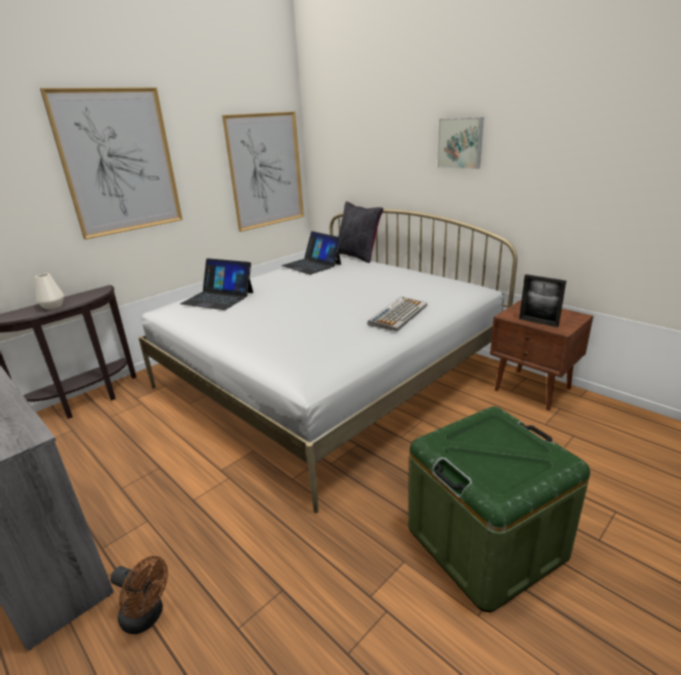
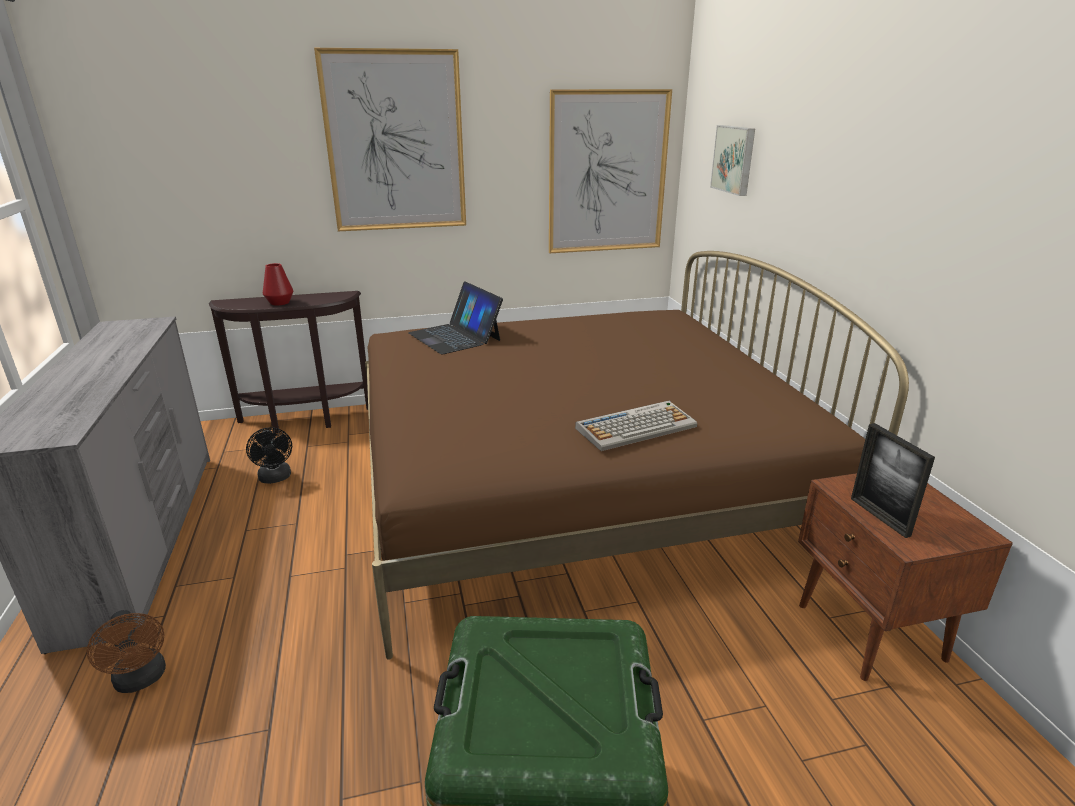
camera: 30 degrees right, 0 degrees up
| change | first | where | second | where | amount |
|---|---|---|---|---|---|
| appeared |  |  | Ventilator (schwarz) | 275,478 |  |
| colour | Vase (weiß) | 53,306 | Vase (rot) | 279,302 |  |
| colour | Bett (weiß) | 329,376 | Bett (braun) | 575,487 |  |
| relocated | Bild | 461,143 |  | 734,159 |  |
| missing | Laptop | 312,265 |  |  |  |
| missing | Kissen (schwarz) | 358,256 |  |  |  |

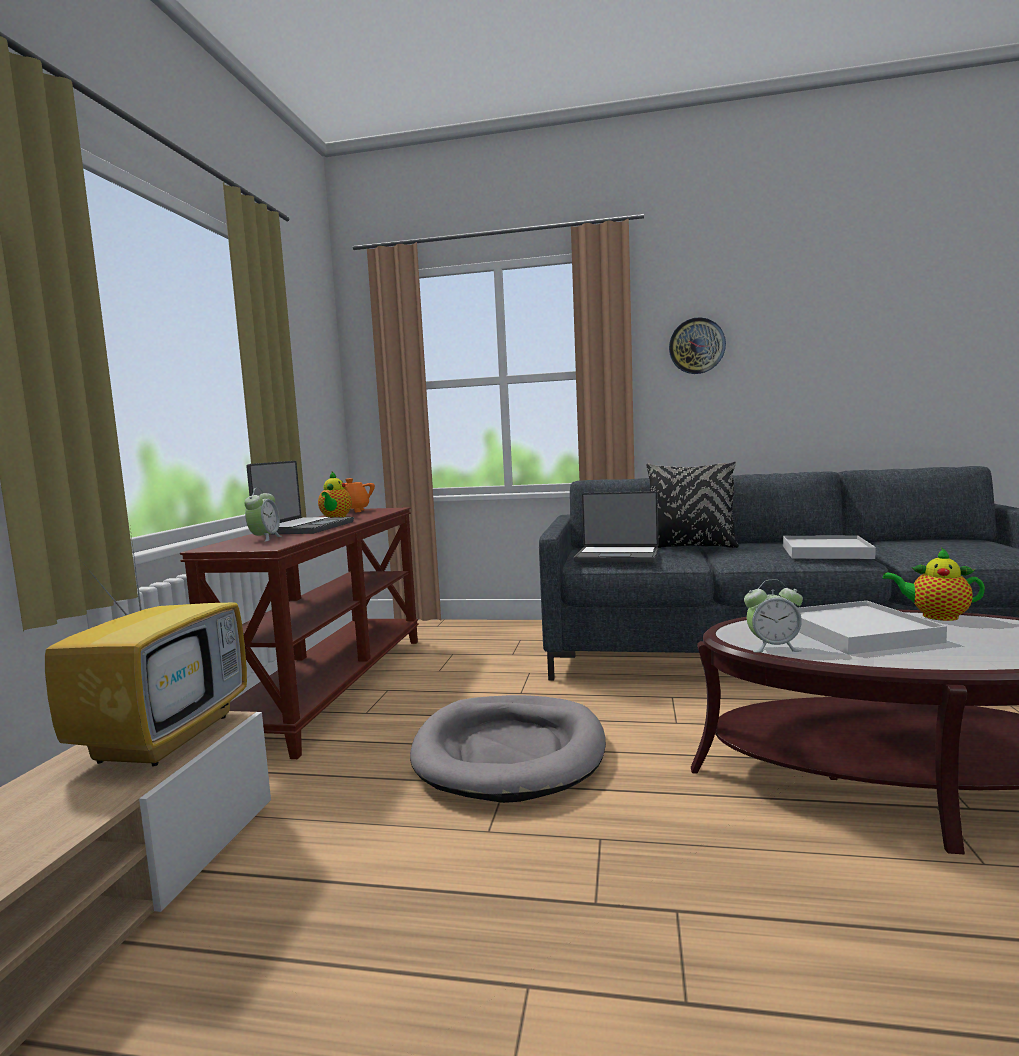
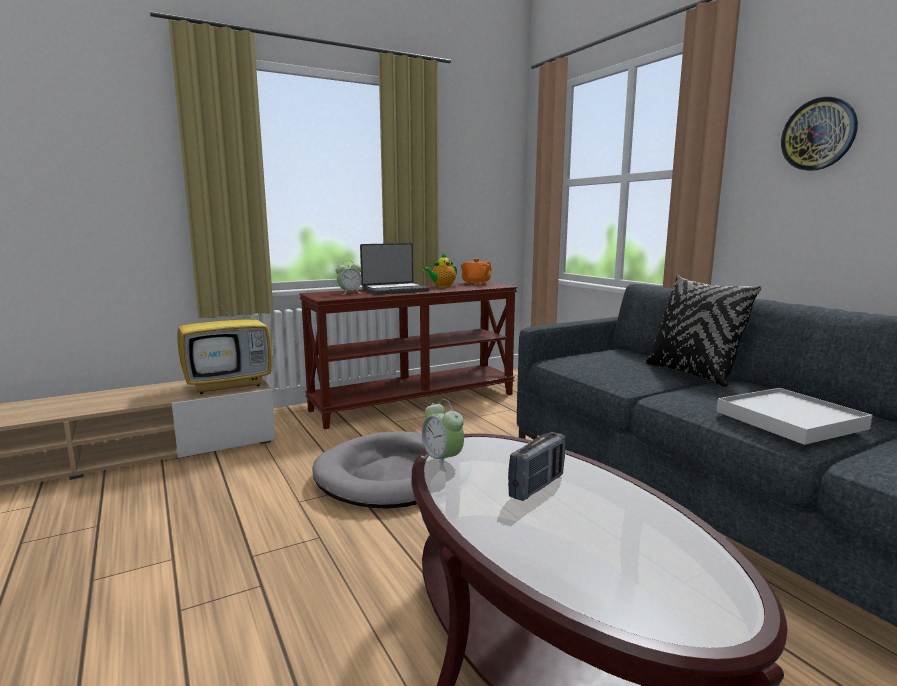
camera: 50 degrees right, 5 degrees up
| change | first | where | second | where | amount |
|---|---|---|---|---|---|
| exchanged | Tablett (weiß) | 857,633 | Radio | 537,486 |  |
| missing | Laptop | 617,556 |  |  |  |
| missing | Teekanne | 935,616 |  |  |  |

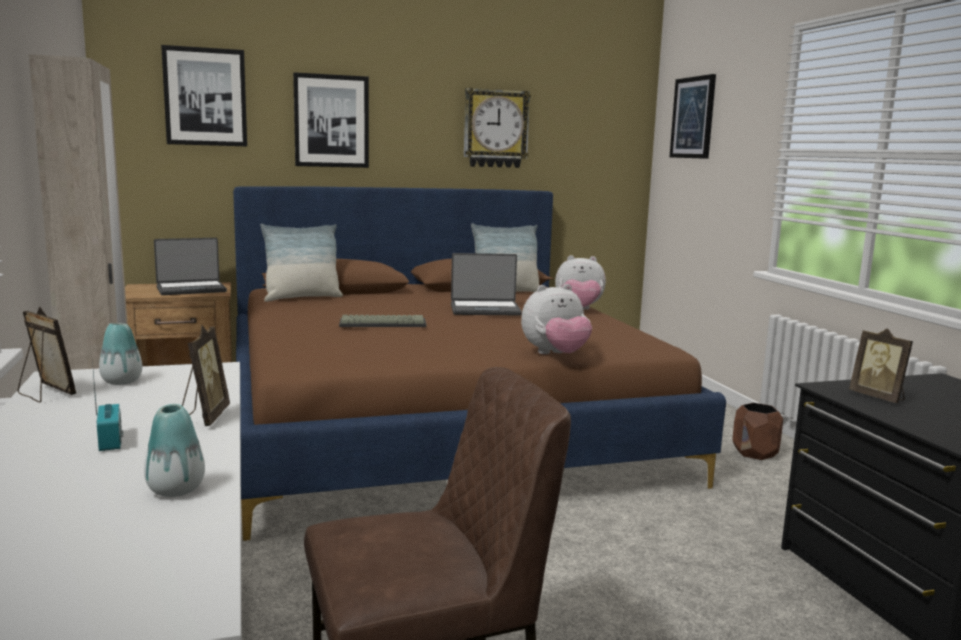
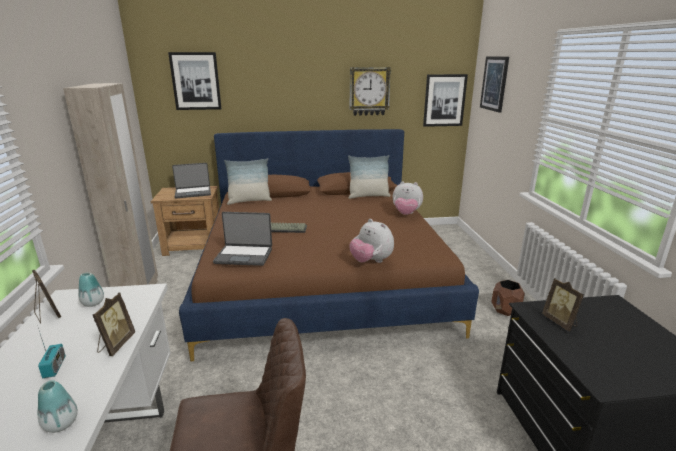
camera: 10 degrees right, 10 degrees up
| change | first | where | second | where | amount |
|---|---|---|---|---|---|
| relocated | Laptop | 485,309 |  | 244,255 |  |
| spun | Plüschtier | 555,355 |  | 371,261 | 60 degrees clockwise |
| relocated | Bild | 331,121 |  | 444,100 |  |

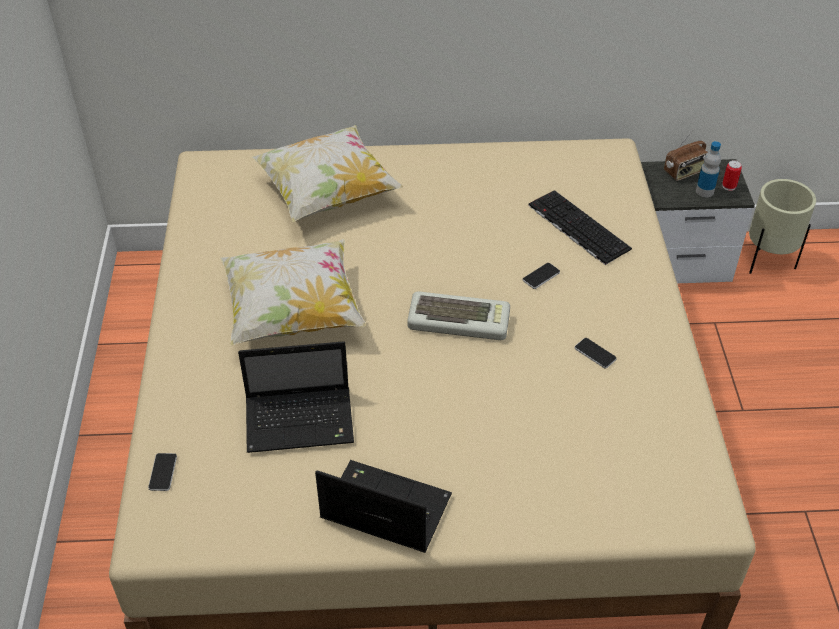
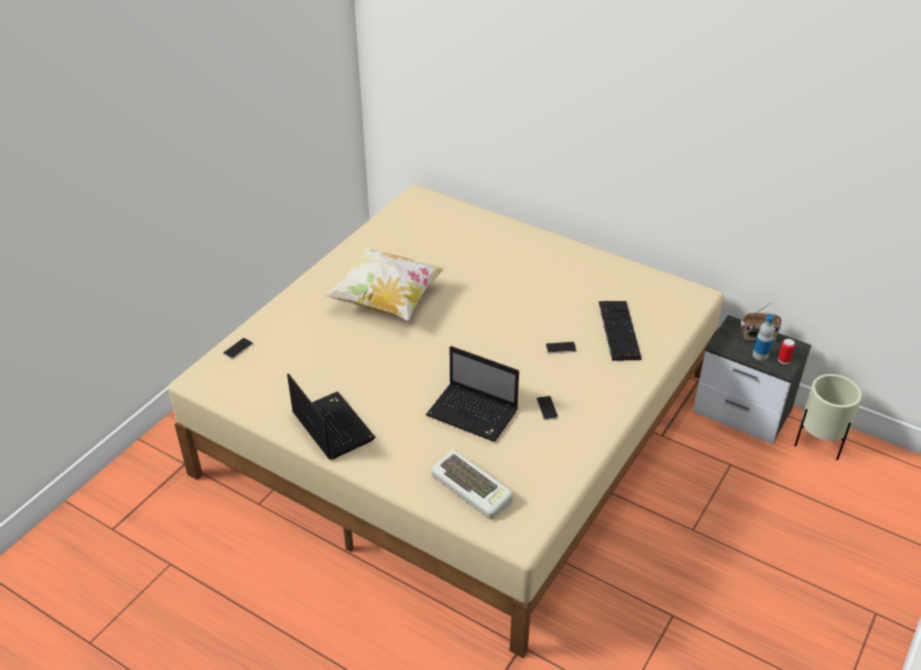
camera: 35 degrees right, 5 degrees down
| change | first | where | second | where | amount |
|---|---|---|---|---|---|
| relocated | Laptop | 302,421 |  | 474,414 |  |
| relocated | Tastatur | 460,320 |  | 473,488 |  |
| missing | Kissen | 327,194 |  |  |  |

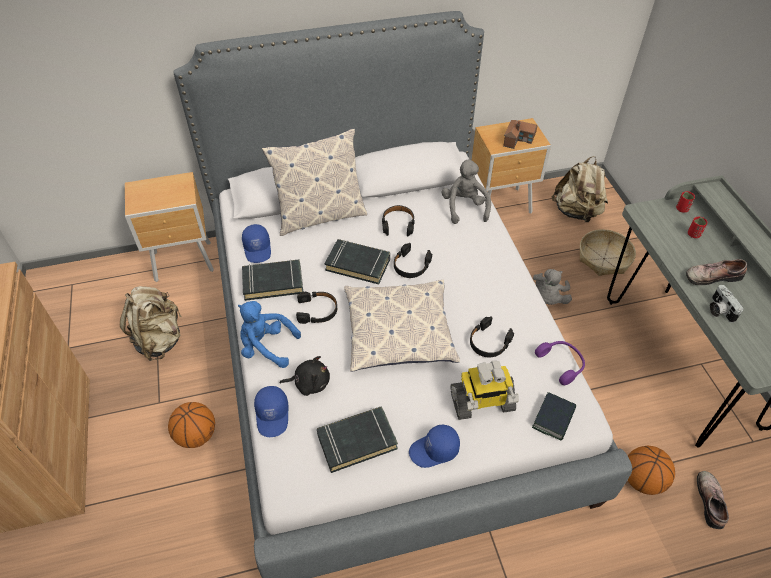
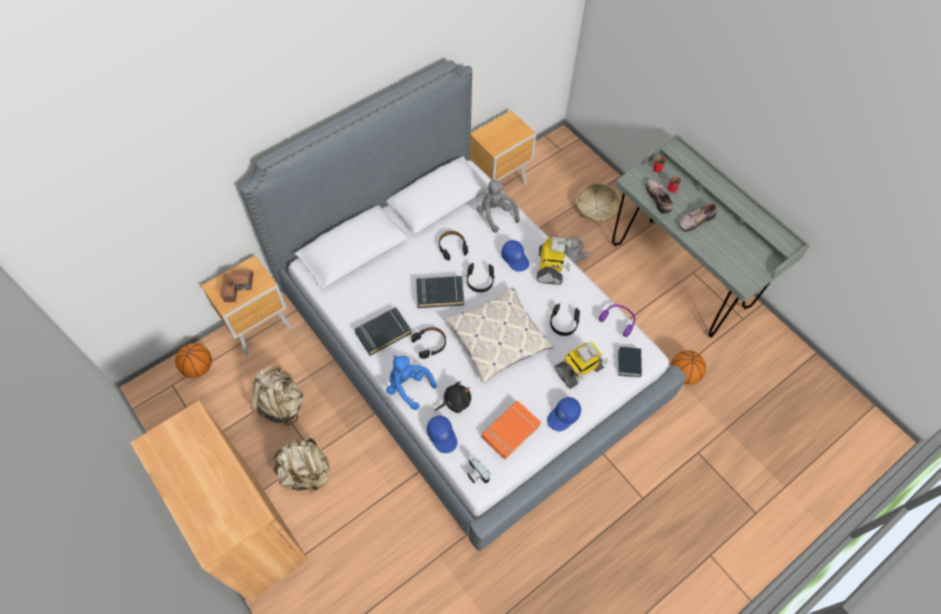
camera: 25 degrees left, 10 degrees up
| change | first | where | second | where | amount |
|---|---|---|---|---|---|
| relocated | Basketball | 196,435 |  | 198,367 |  |
| relocated | Spielzeughaus | 519,139 |  | 238,287 |  |
| relocated | Rucksack (beige) | 576,212 |  | 306,473 |  |
| spun | Plüschtier (blau) | 266,347 |  | 408,386 | 45 degrees clockwise |
| relocated | Kamera | 719,310 |  | 475,473 |  |
| colour | Buch (schwarz) | 356,441 | Buch (orange) | 510,431 |  |
| relocated | Kappe (blau) | 258,249 |  | 515,258 |  |
| appeared |  |  | Spielzeugroboter | 551,268 |  |
| relocated | Schuh | 711,502 |  | 659,198 |  |
| missing | Kissen | 320,215 |  |  |  |

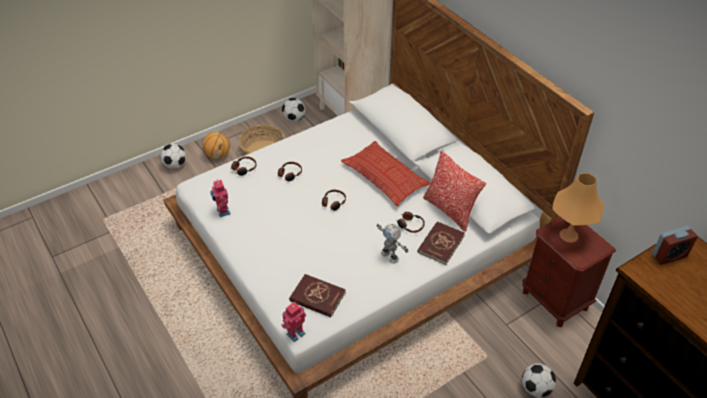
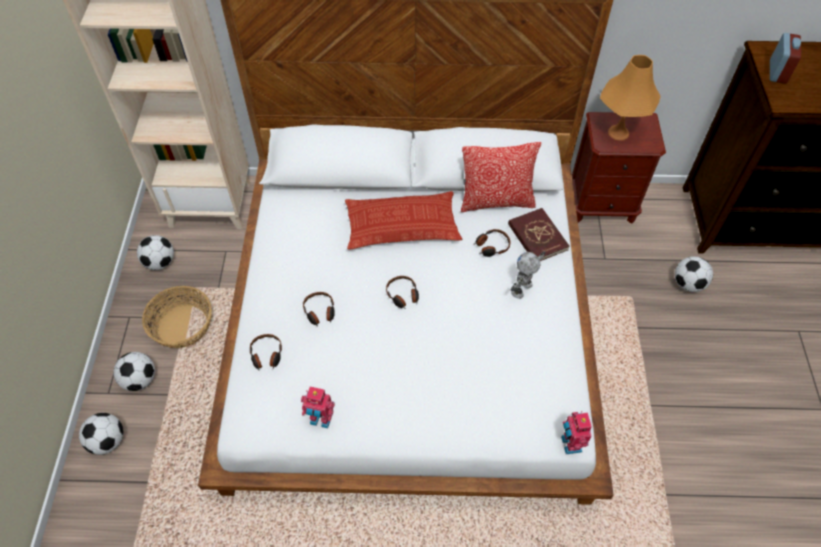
camera: 55 degrees left, 10 degrees up
| change | first | where | second | where | amount |
|---|---|---|---|---|---|
| exchanged | Basketball | 218,155 | Fußball | 140,379 |  |
| spun | Spielzeugroboter | 390,256 |  | 522,289 | 135 degrees clockwise |
| missing | Buch (rot) | 317,297 |  |  |  |

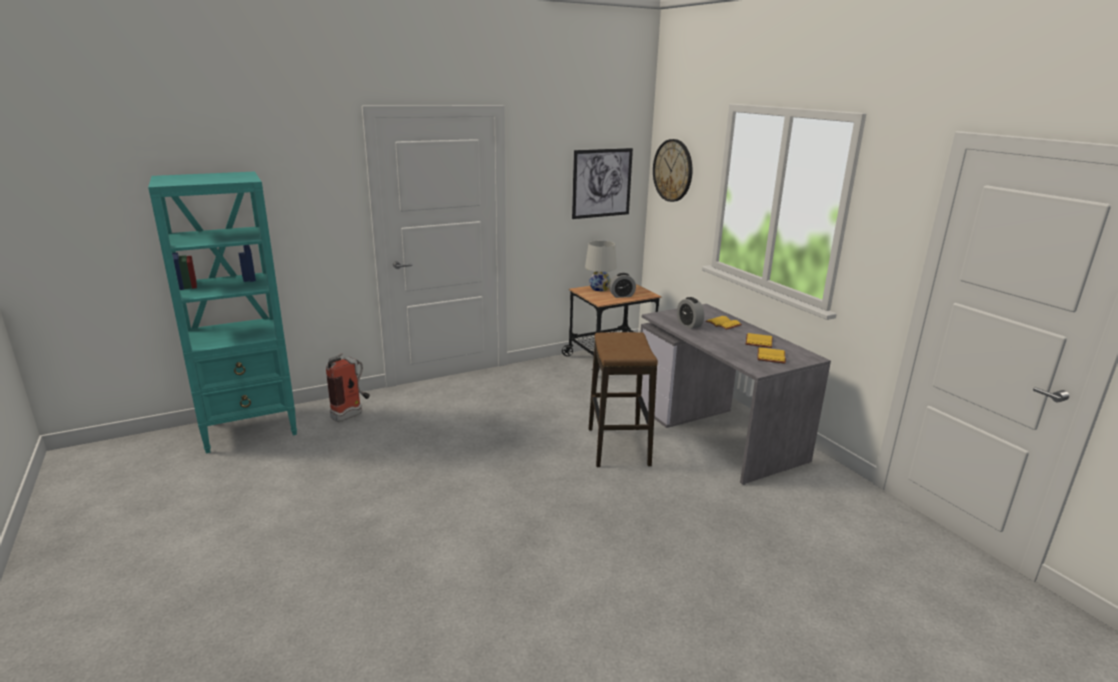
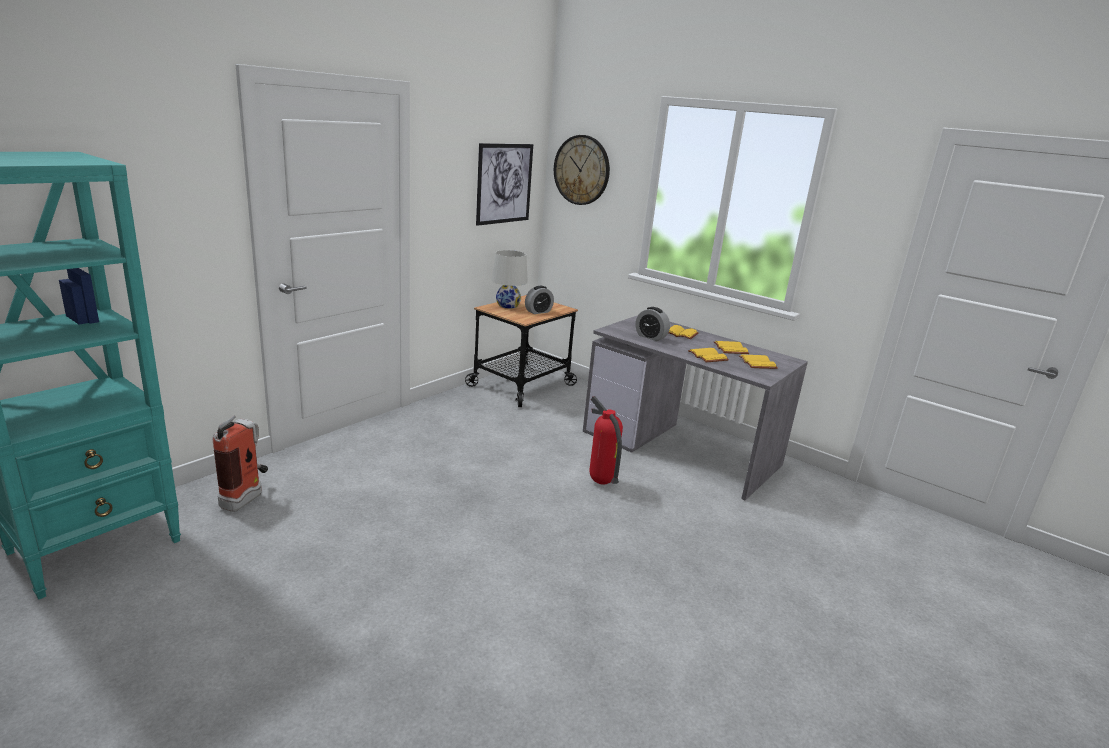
camera: 25 degrees left, 0 degrees up
| change | first | where | second | where | amount |
|---|---|---|---|---|---|
| exchanged | Hocker | 618,447 | Feuerlöscher | 600,482 |  |
| appeared |  |  | Buch (gelb) | 706,356 |  |

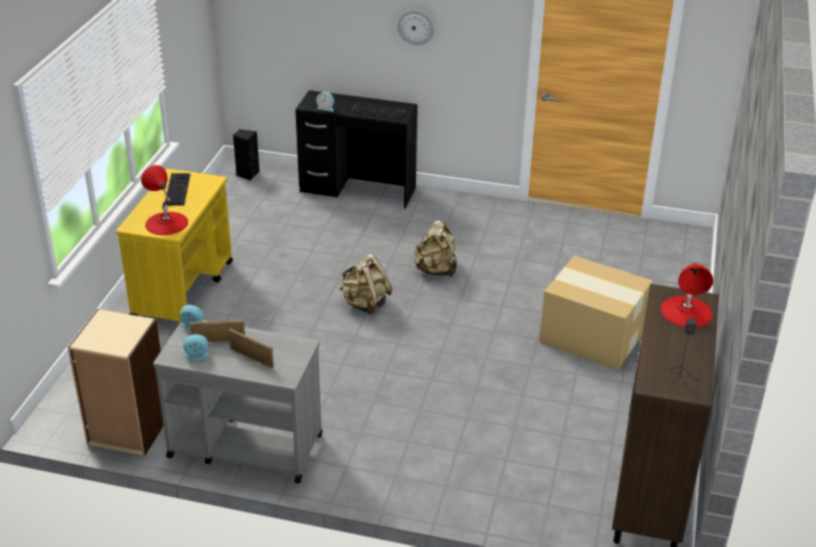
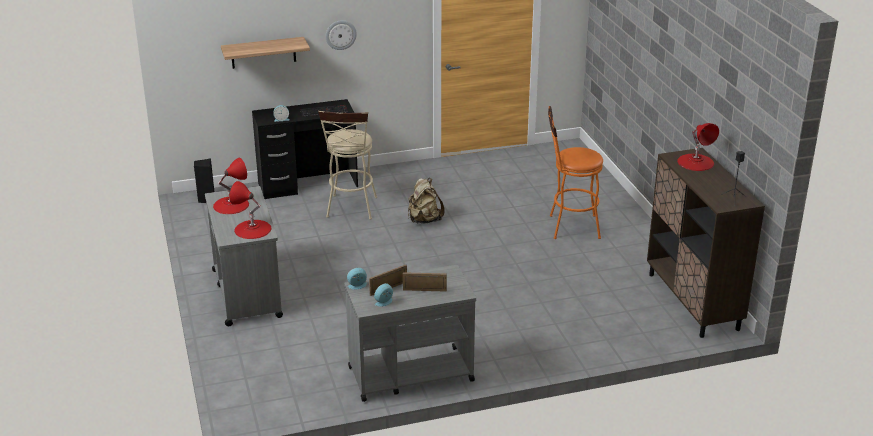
camera: 30 degrees left, 5 degrees down
| change | first | where | second | where | amount |
|---|---|---|---|---|---|
| colour | Rollwagen (gelb) | 183,289 | Rollwagen (grau) | 246,293 |  |
| exchanged | Tastatur | 177,189 | Tischlampe (rot) | 231,205 |  |
| appeared |  |  | Wandregal | 263,52 |  |
| appeared |  |  | Hocker (beige) | 351,209 |  |
| exchanged | Karton | 591,335 | Hocker (orange) | 569,227 |  |
| missing | Bücherregal (beige) | 128,430 |  |  |  |
| missing | Rucksack (beige) | 365,304 |  |  |  |

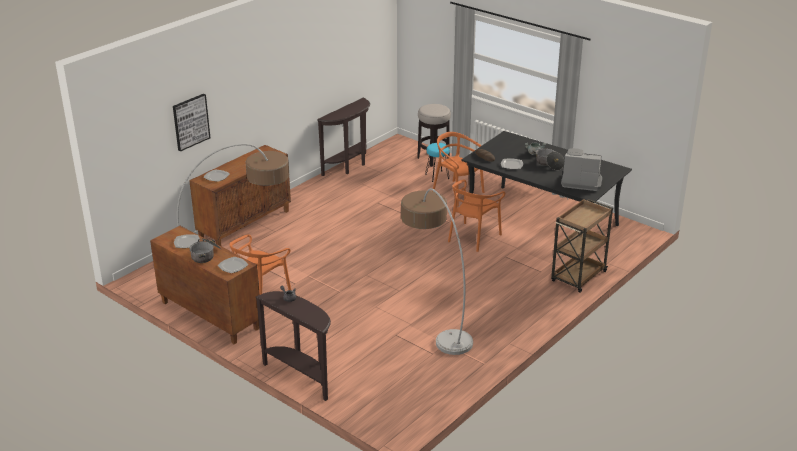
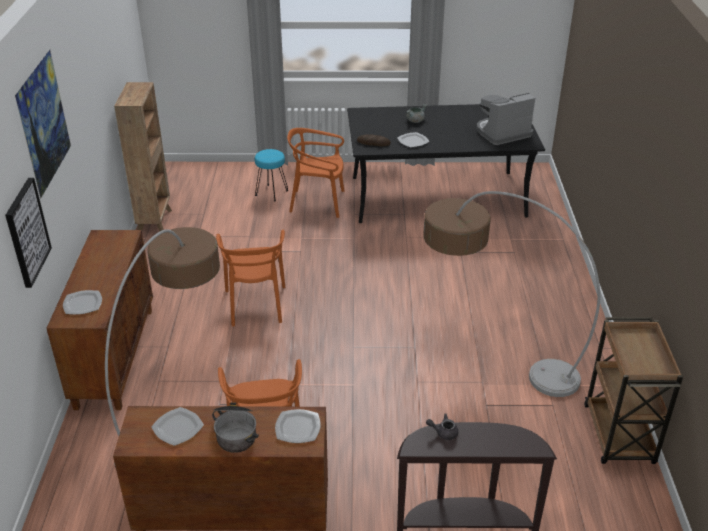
camera: 40 degrees left, 5 degrees up
| change | first | where | second | where | amount |
|---|---|---|---|---|---|
| appeared |  |  | Bild | 50,147 |  |
| exchanged | Konsolentisch (braun) | 349,166 | Bücherregal (braun) | 155,221 |  |
| relocated | Stuhl (orange) | 473,237 |  | 256,305 |  |
| relocated | Rollwagen (braun) | 578,277 |  | 619,436 |  |
| missing | Hocker | 433,159 |  |  |  |
| missing | Kochtopf | 548,164 |  |  |  |

